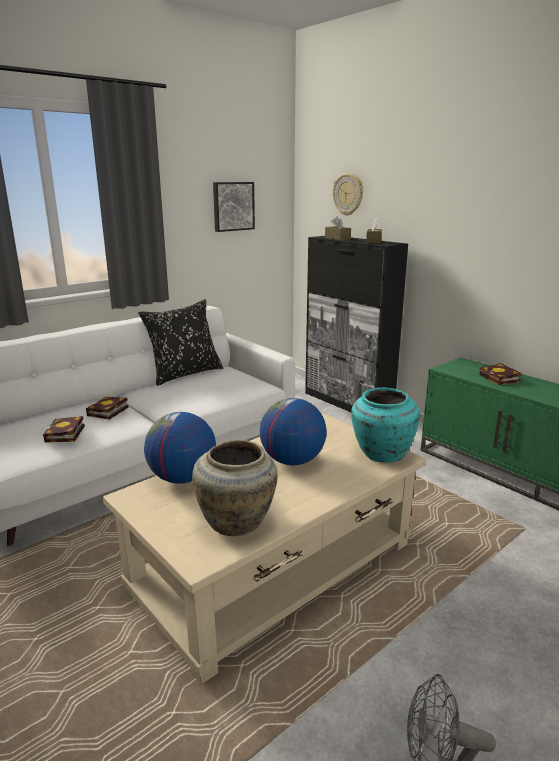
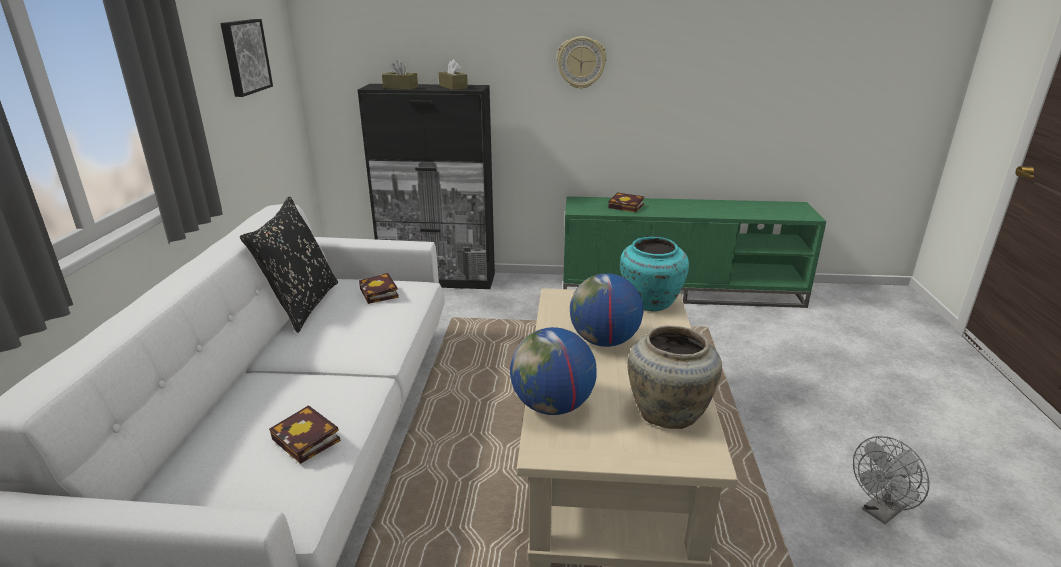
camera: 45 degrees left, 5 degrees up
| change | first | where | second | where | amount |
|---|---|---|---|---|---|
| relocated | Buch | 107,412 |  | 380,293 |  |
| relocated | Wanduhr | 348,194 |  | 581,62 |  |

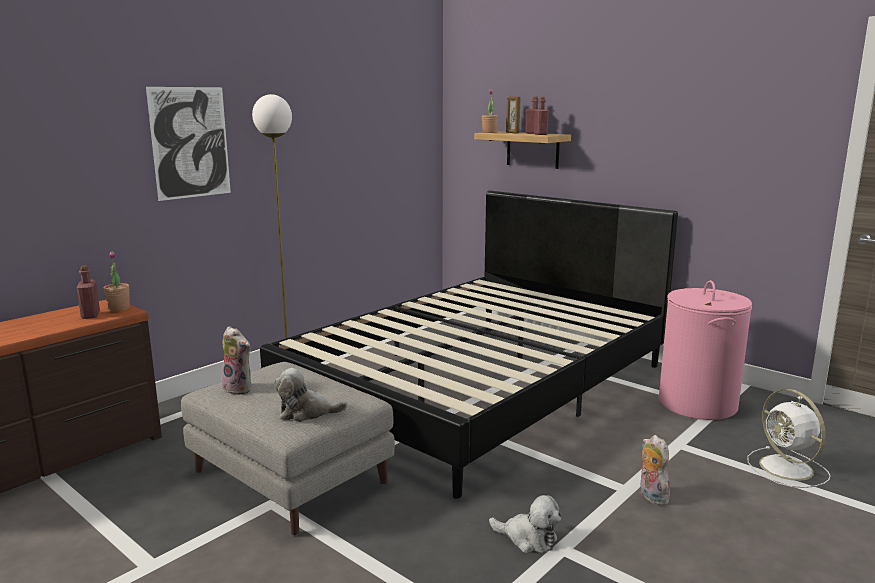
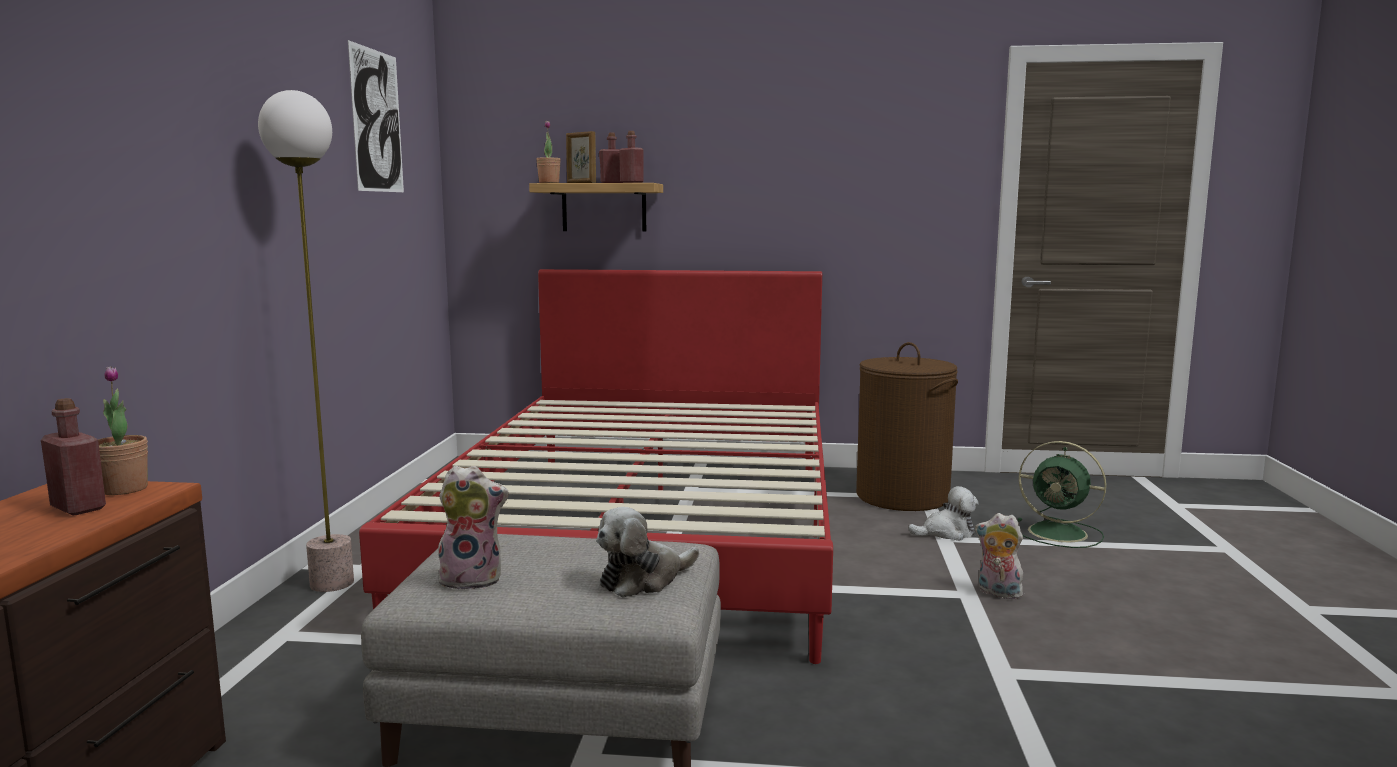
camera: 35 degrees left, 5 degrees down
| change | first | where | second | where | amount |
|---|---|---|---|---|---|
| relocated | Bild | 190,143 |  | 377,121 |  |
| colour | Bett (schwarz) | 479,385 | Bett (rot) | 649,533 |  |
| colour | Wäschekorb (rosa) | 697,403 | Wäschekorb (braun) | 902,496 |  |
| relocated | Plüschtier | 528,538 |  | 946,533 |  |
| colour | Ventilator (weiß) | 788,469 | Ventilator (grün) | 1060,533 |  |

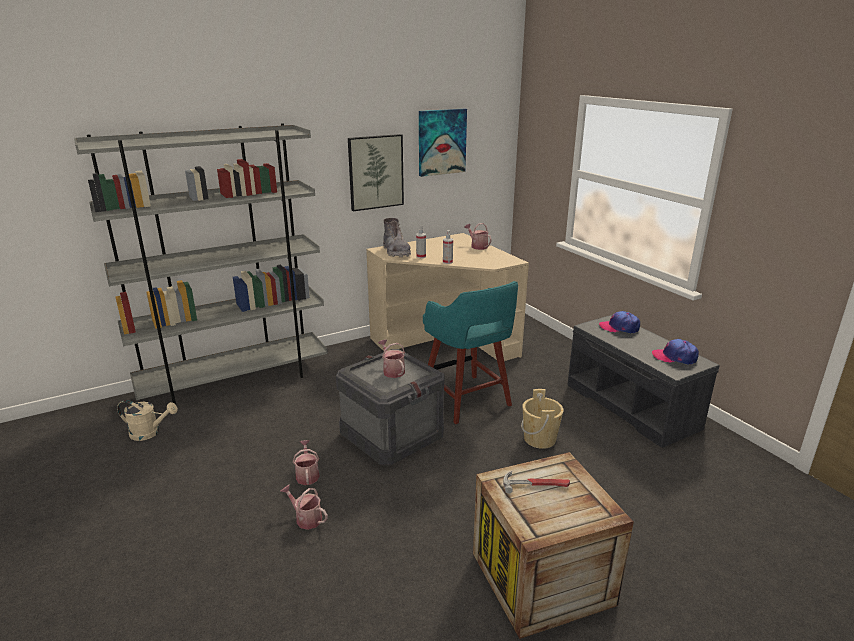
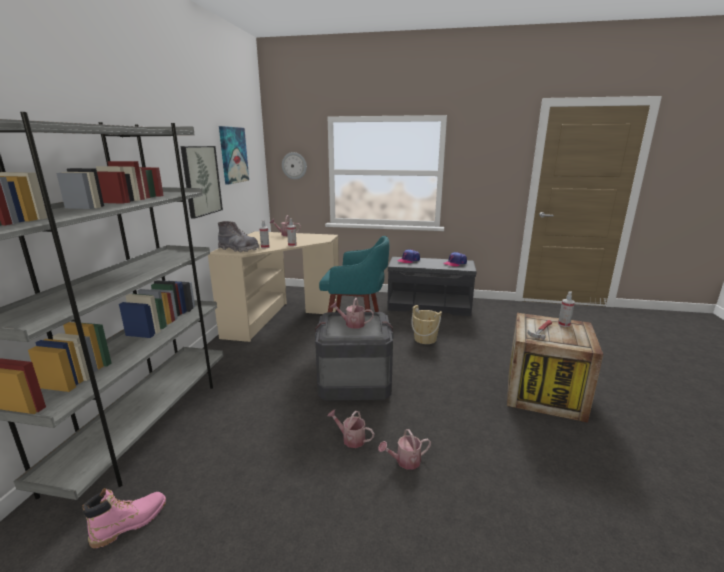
camera: 50 degrees left, 5 degrees down
| change | first | where | second | where | amount |
|---|---|---|---|---|---|
| exchanged | Gießkanne (beige) | 150,433 | Stiefel (rosa) | 130,523 |  |
| appeared |  |  | Wanduhr | 294,166 |  |
| appeared |  |  | Sprühflasche | 564,324 |  |

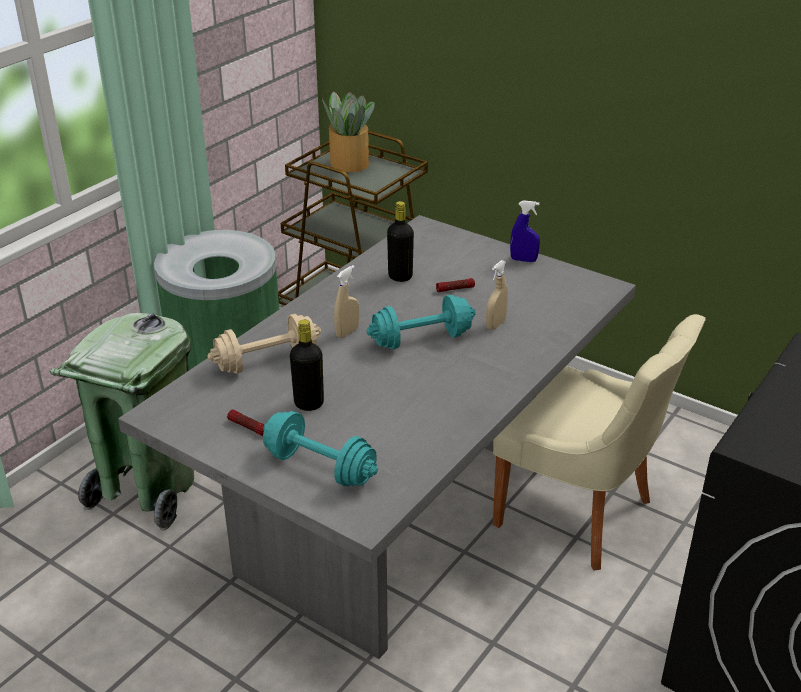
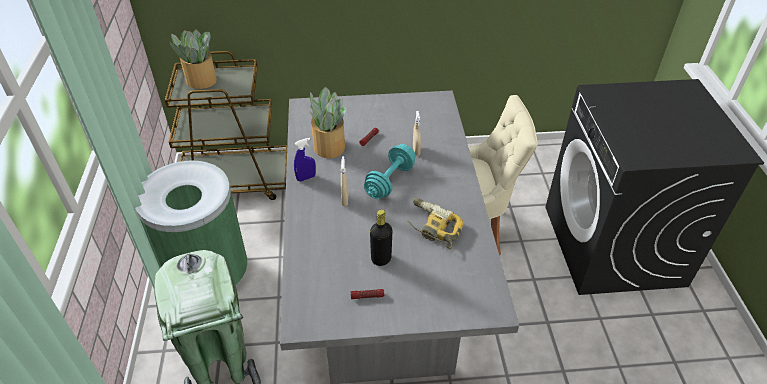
camera: 40 degrees left, 10 degrees up
| change | first | where | second | where | amount |
|---|---|---|---|---|---|
| relocated | Sprühflasche (blau) | 523,260 |  | 306,178 |  |
| exchanged | Flasche (schwarz) | 400,276 | Topfpflanze | 329,146 |  |
| appeared |  |  | Bohrmaschine | 432,227 |  |
| missing | Hantel (beige) | 266,361 |  |  |  |
| missing | Hantel (türkis) | 320,467 |  |  |  |

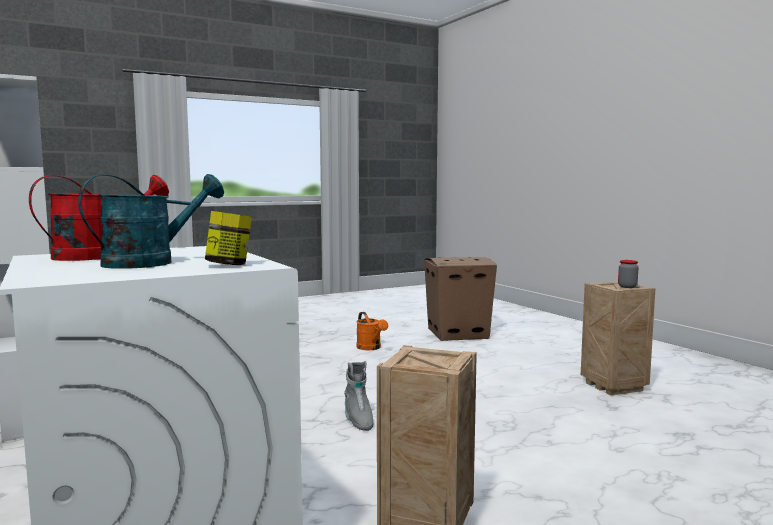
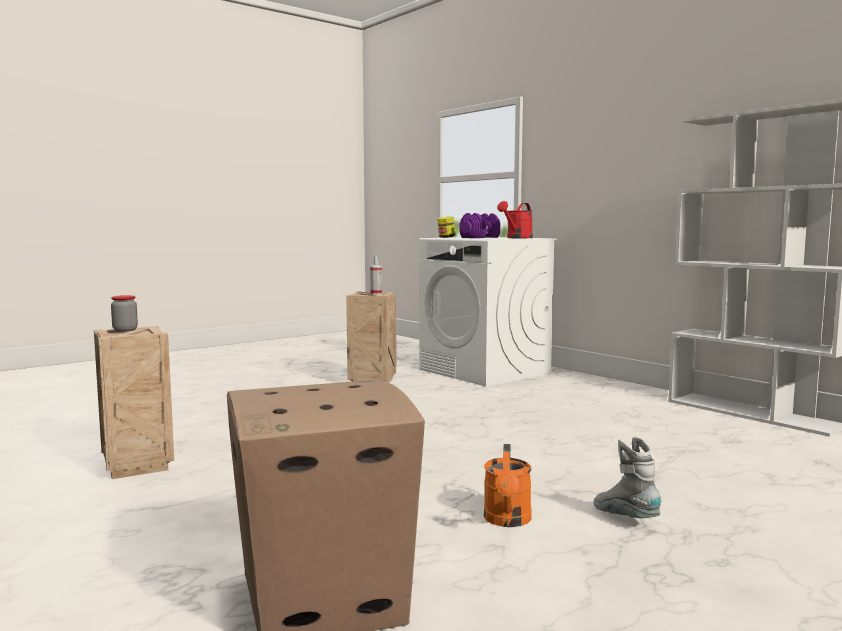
camera: 170 degrees right, 0 degrees up
| change | first | where | second | where | amount |
|---|---|---|---|---|---|
| appeared |  |  | Sprühflasche | 376,294 |  |
| exchanged | Gießkanne (türkis) | 151,262 | Hantel (lila) | 480,237 |  |
| spun | Gießkanne (orange) | 371,348 |  | 507,521 | 135 degrees counterclockwise |
| relocated | Stiefel (grau) | 358,420 |  | 625,518 |  |

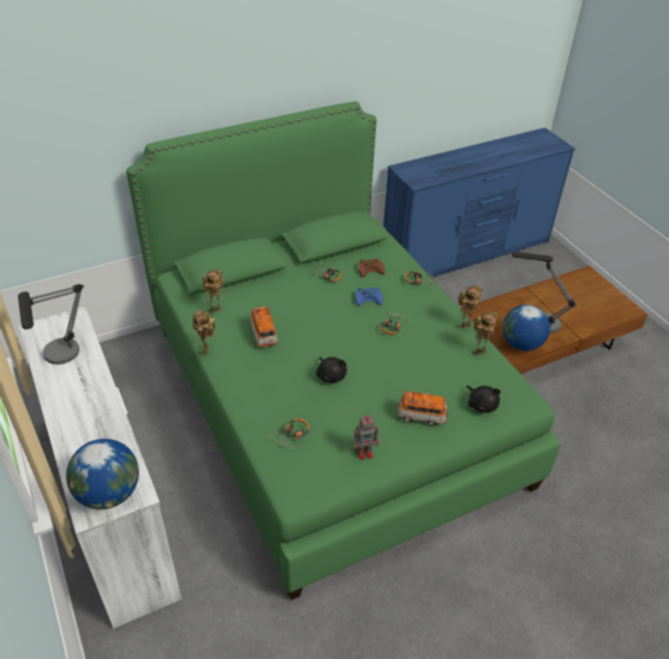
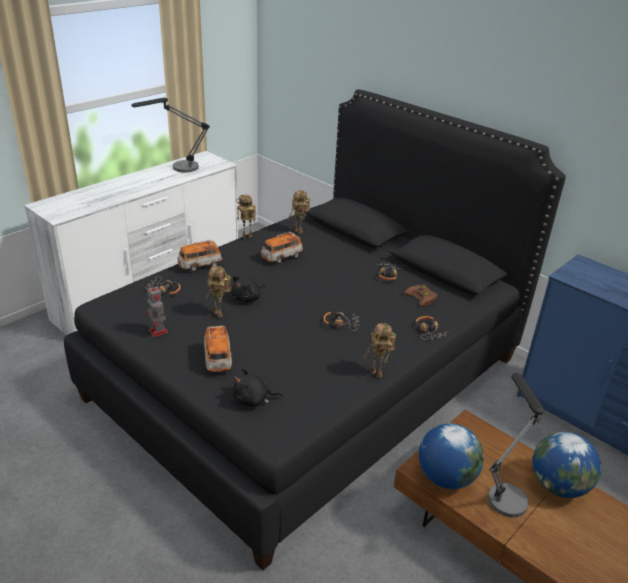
camera: 70 degrees right, 10 degrees down
| change | first | where | second | where | amount |
|---|---|---|---|---|---|
| colour | Bett (grün) | 331,402 | Bett (schwarz) | 309,377 |  |
| appeared |  |  | Spielzeugauto | 200,265 |  |
| relocated | Spielzeugroboter | 480,351 |  | 219,314 |  |
| spun | Plüschtier (schwarz) | 481,404 |  | 253,400 | 45 degrees clockwise |
| relocated | Globus | 109,494 |  | 558,486 |  |
| missing | Gamepad (blau) | 369,297 |  |  |  |

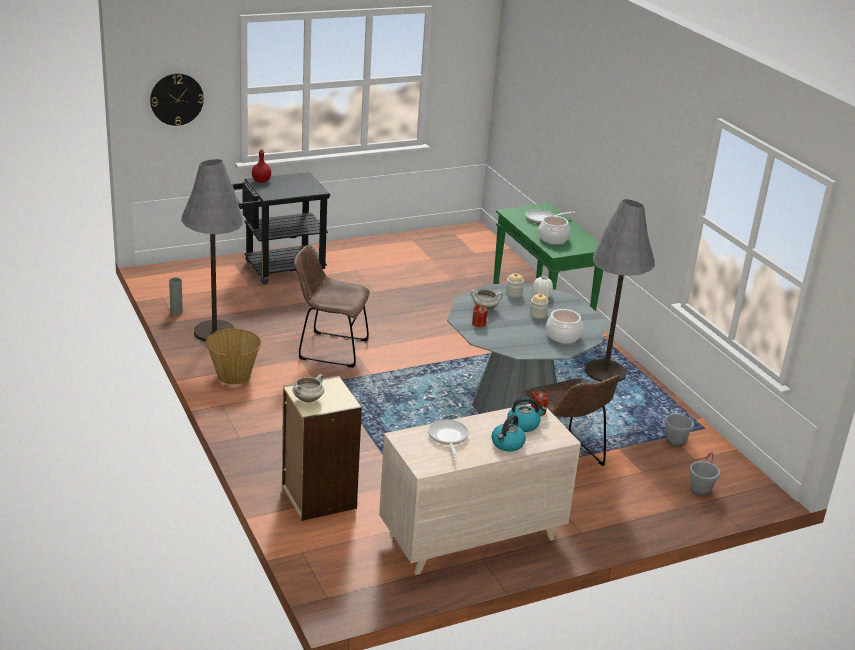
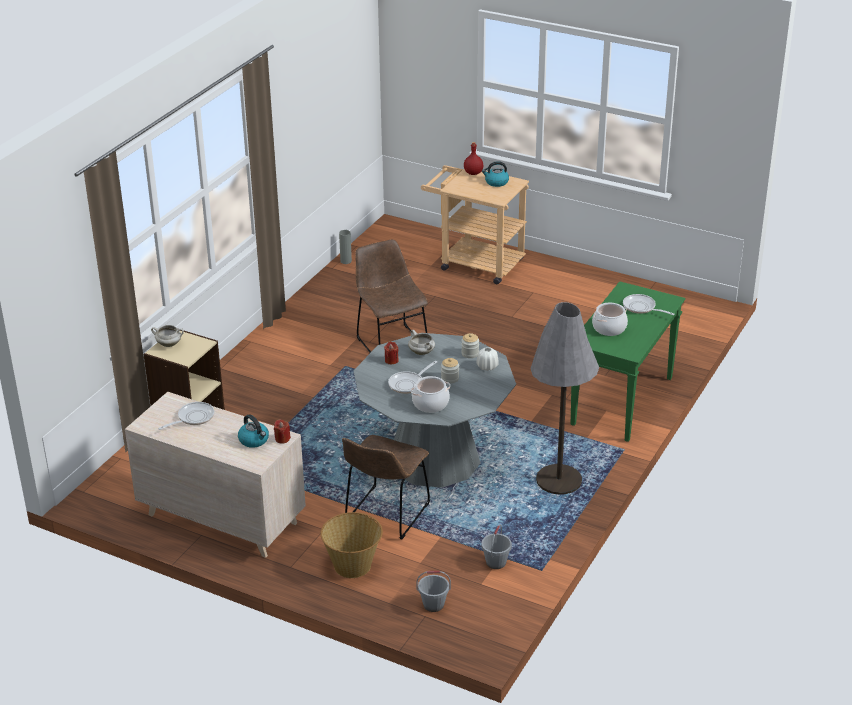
camera: 55 degrees right, 5 degrees up
| change | first | where | second | where | amount |
|---|---|---|---|---|---|
| relocated | Korb | 233,375 |  | 353,565 |  |
| appeared |  |  | Pfanne | 408,384 |  |
| colour | Rollwagen (schwarz) | 277,269 | Rollwagen (beige) | 475,263 |  |
| relocated | Wasserkessel | 507,444 |  | 496,182 |  |
| missing | Wanduhr | 176,99 |  |  |  |
| missing | Stehlampe (grau) | 214,332 |  |  |  |

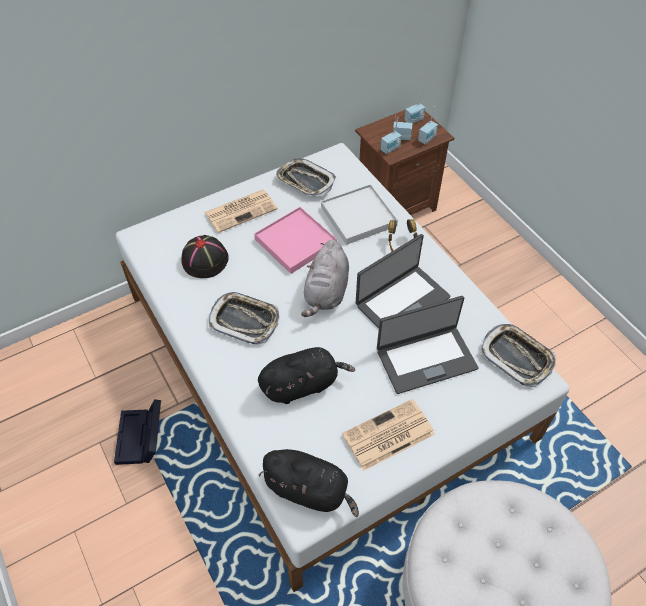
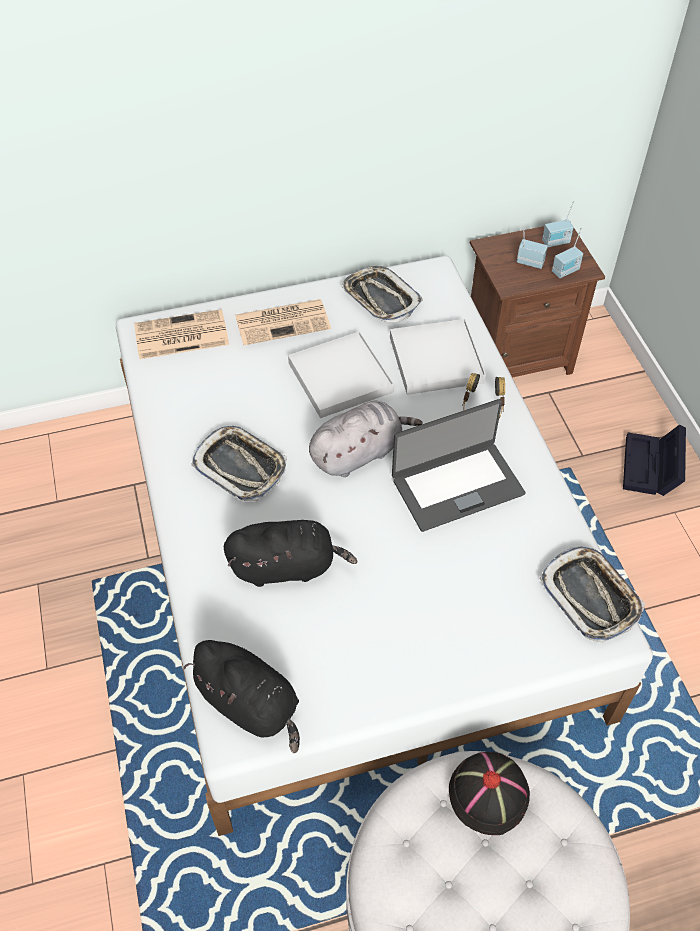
camera: 15 degrees right, 0 degrees up
| change | first | where | second | where | amount |
|---|---|---|---|---|---|
| relocated | Zeitung | 387,435 |  | 180,336 |  |
| colour | Tablett (rosa) | 296,242 | Tablett (weiß) | 340,377 |  |
| spun | Plüschtier (grau) | 326,292 |  | 358,453 | 150 degrees counterclockwise |
| relocated | Hut (schwarz) | 205,260 |  | 489,793 |  |
| relocated | Aufbewahrungsbox (schwarz) | 141,439 |  | 651,469 |  |
| missing | Laptop | 425,358 |  |  |  |
| missing | Radio | 391,149 |  |  |  |

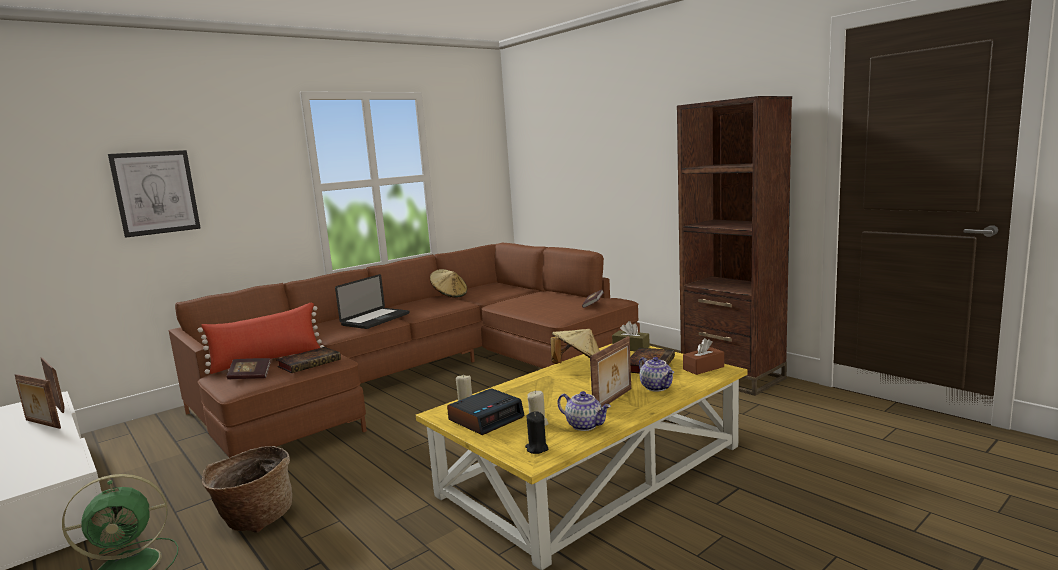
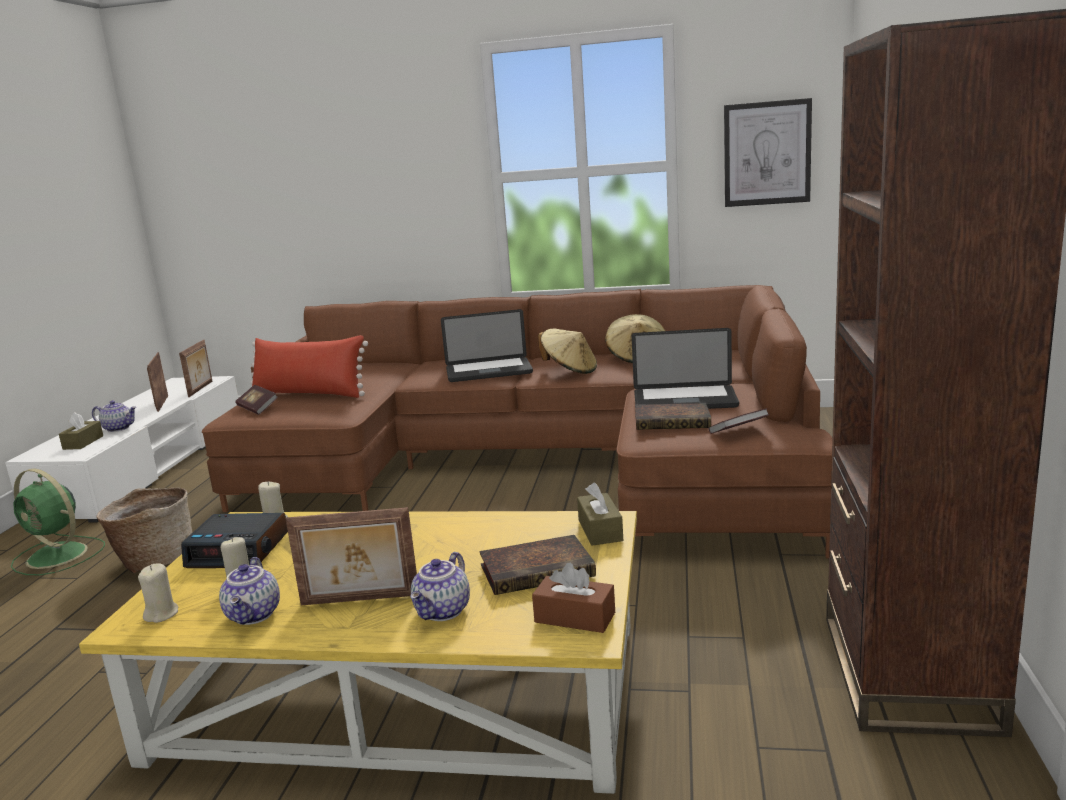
camera: 50 degrees right, 5 degrees up
| change | first | where | second | where | amount |
|---|---|---|---|---|---|
| appeared |  |  | Taschentuchbox (braun) | 83,442 |  |
| appeared |  |  | Teekanne | 119,428 |  |
| colour | Kerze (schwarz) | 537,448 | Kerze (beige) | 162,614 |  |
| relocated | Hut (beige) | 578,367 |  | 569,370 |  |
| appeared |  |  | Laptop | 684,400 |  |
| relocated | Buch | 310,363 |  | 674,421 |  |
| relocated | Bild | 155,193 |  | 767,153 |  |

